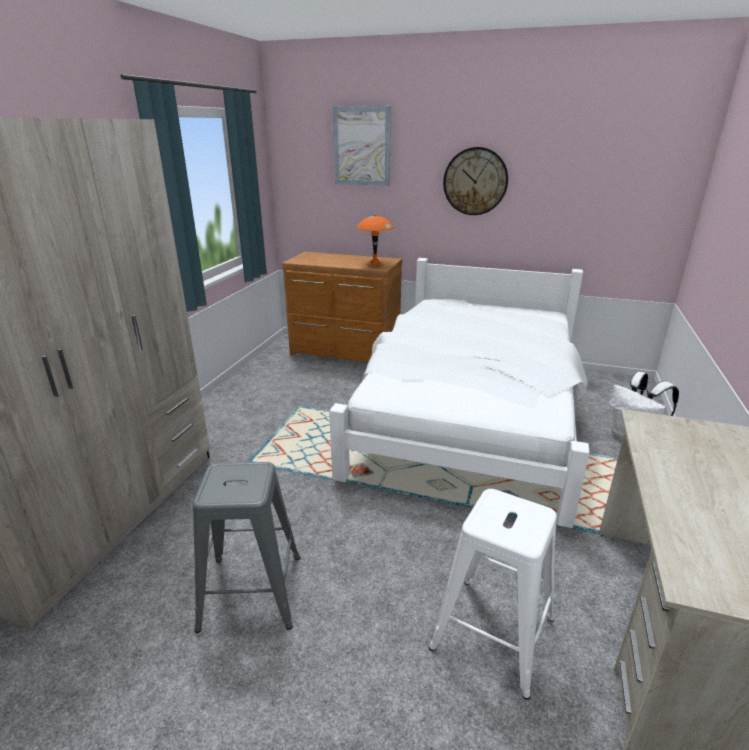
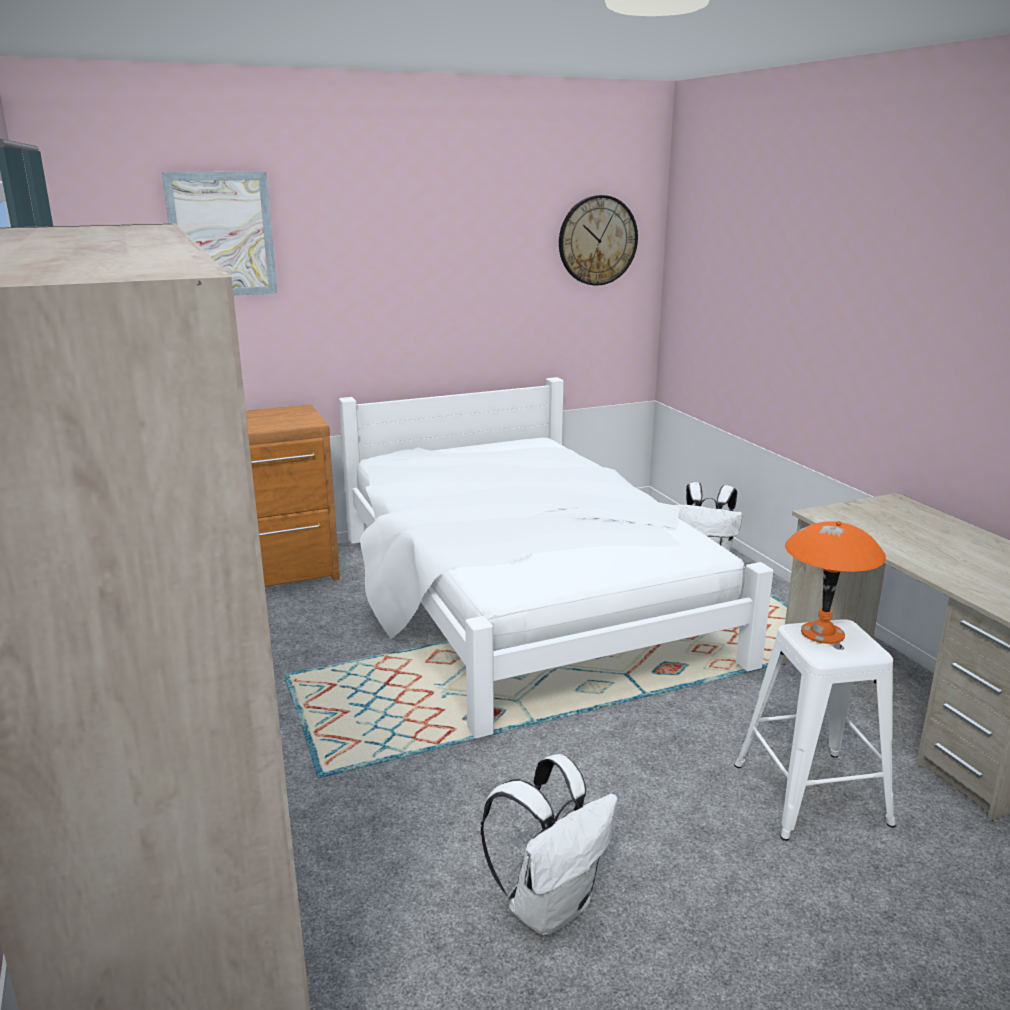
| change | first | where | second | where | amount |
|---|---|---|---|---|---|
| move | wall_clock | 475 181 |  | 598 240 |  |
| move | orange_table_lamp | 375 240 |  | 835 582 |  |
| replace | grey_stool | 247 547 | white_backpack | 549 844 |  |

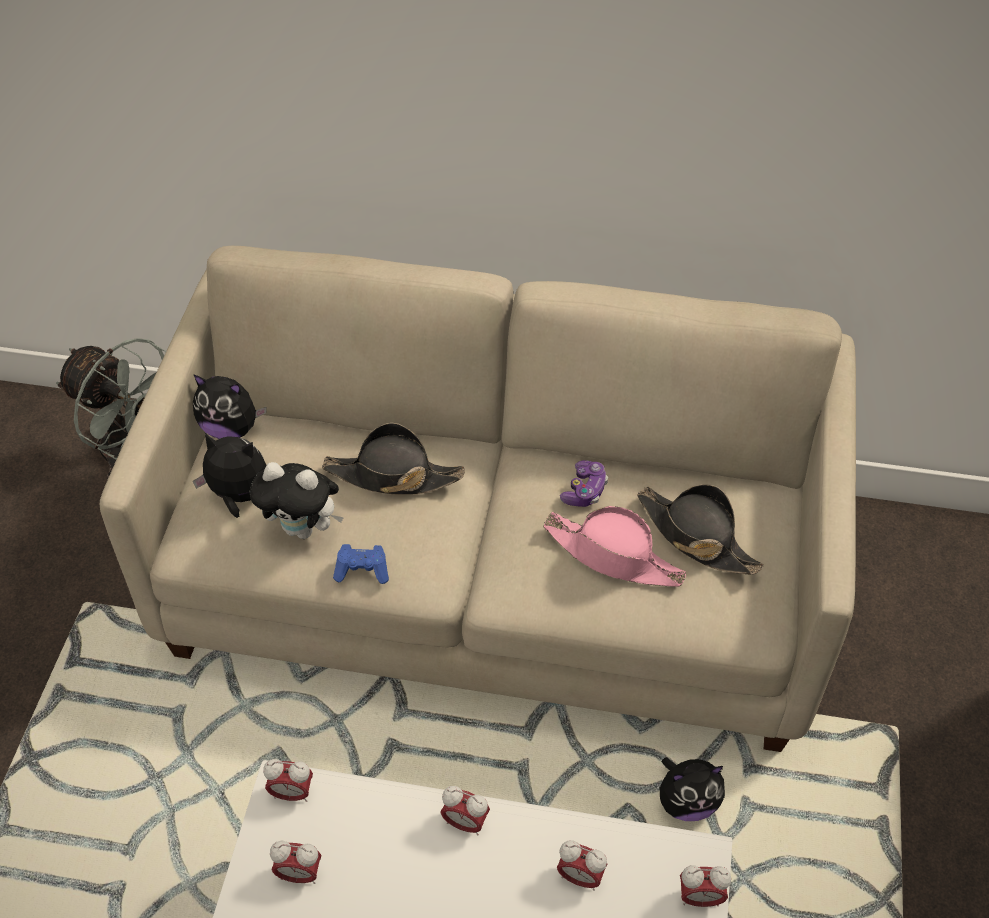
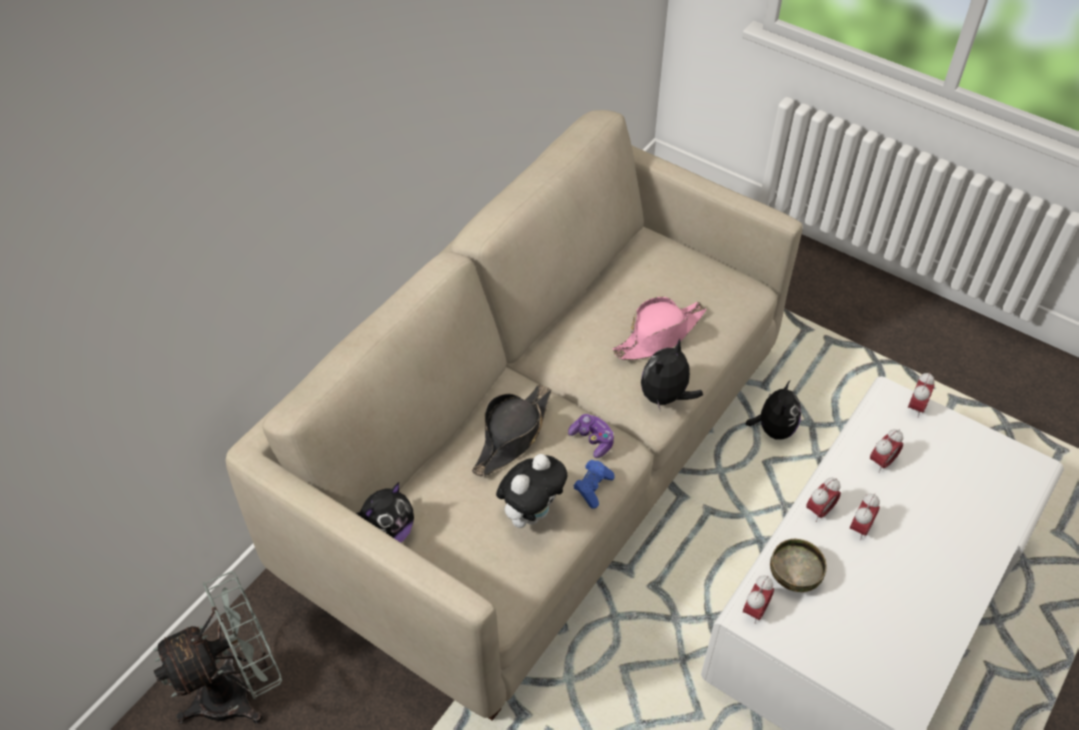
| change | first | where | second | where | amount |
|---|---|---|---|---|---|
| move | plush_toy | 230 475 |  | 672 373 |  |
| move | game_controller | 584 483 |  | 591 436 |  |
| delete | black_hat | 700 529 |  |  |  |
| move | alarm_clock | 295 862 |  | 865 516 |  |
| insert |  |  | bowl | 798 565 |  |

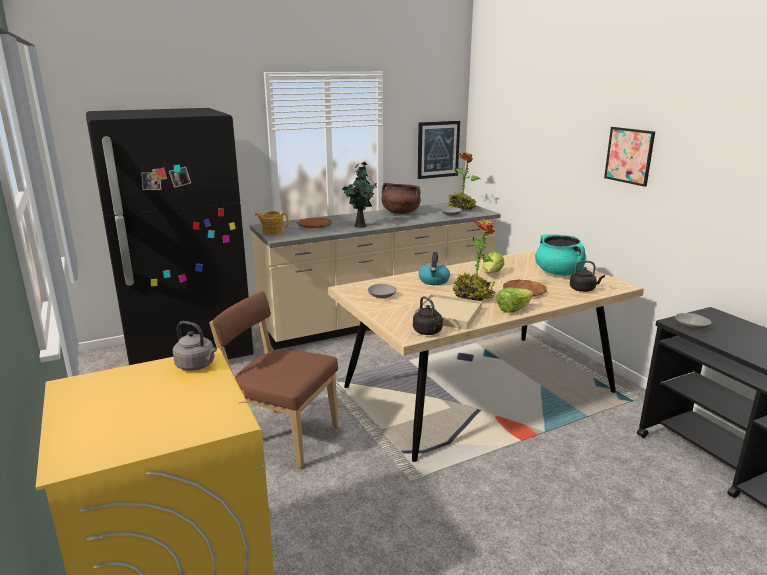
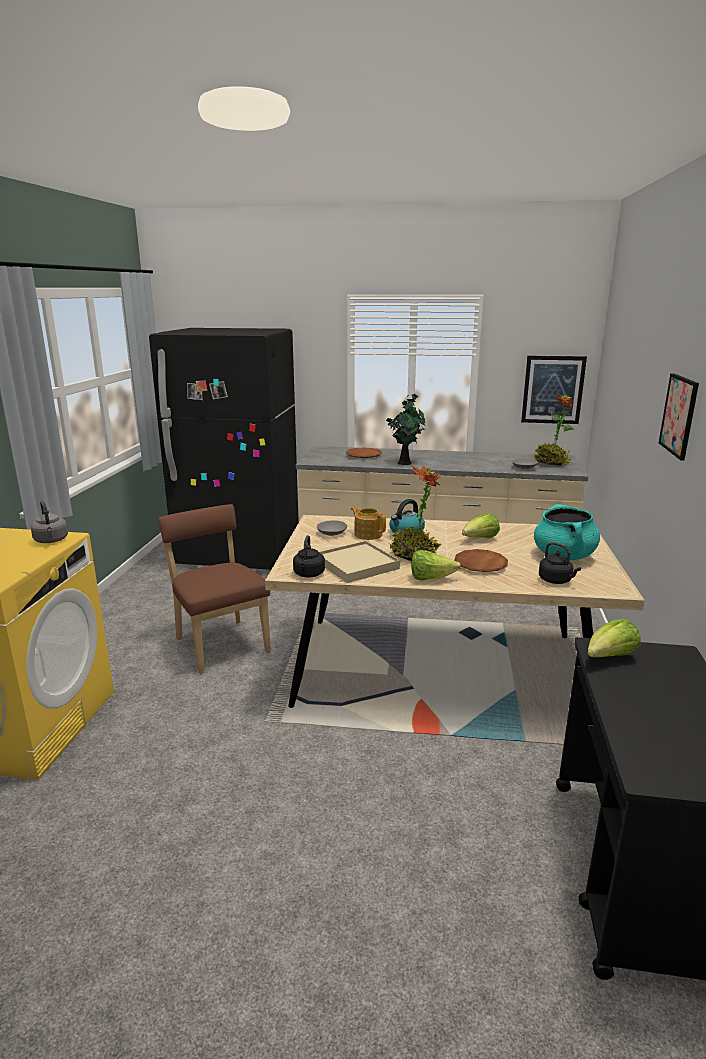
| change | first | where | second | where | amount |
|---|---|---|---|---|---|
| delete | brown_cooking_pot | 401 198 |  |  |  |
| move | teapot | 272 223 |  | 368 523 |  |
| replace | grey_bowl | 693 321 | lettuce | 614 638 |  |

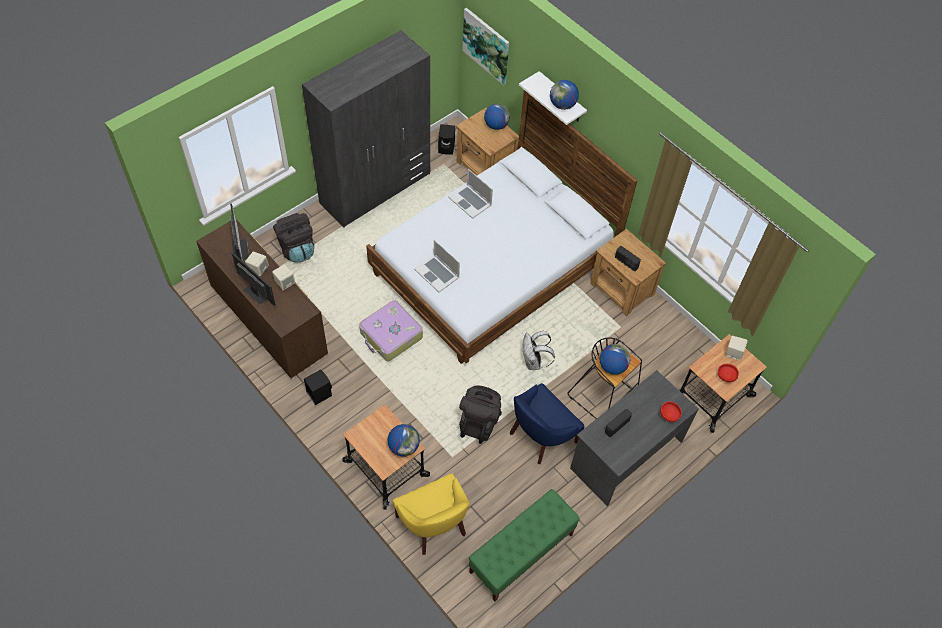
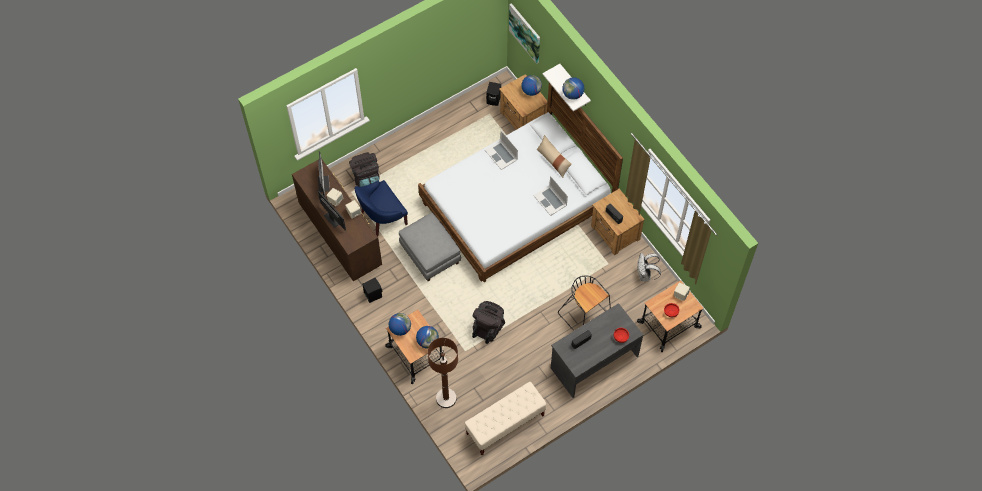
| change | first | where | second | where | amount |
|---|---|---|---|---|---|
| delete | grey_wardrobe | 366 129 |  |  |  |
| move | laptop | 437 266 |  | 550 196 |  |
| replace | suitcase | 391 330 | grey_ottoman | 430 247 |  |
| move | white_backpack | 539 350 |  | 649 267 |  |
| move | globe | 614 359 |  | 400 324 |  |
| move | blue_armchair | 547 423 |  | 381 208 |  |
| replace | yellow_armchair | 431 514 | brown_floor_lamp | 443 373 |  |
| recolor | green_bench | 524 545 | beige_bench | 505 418 |  |
| insert |  |  | beige_pillow | 554 156 |  |

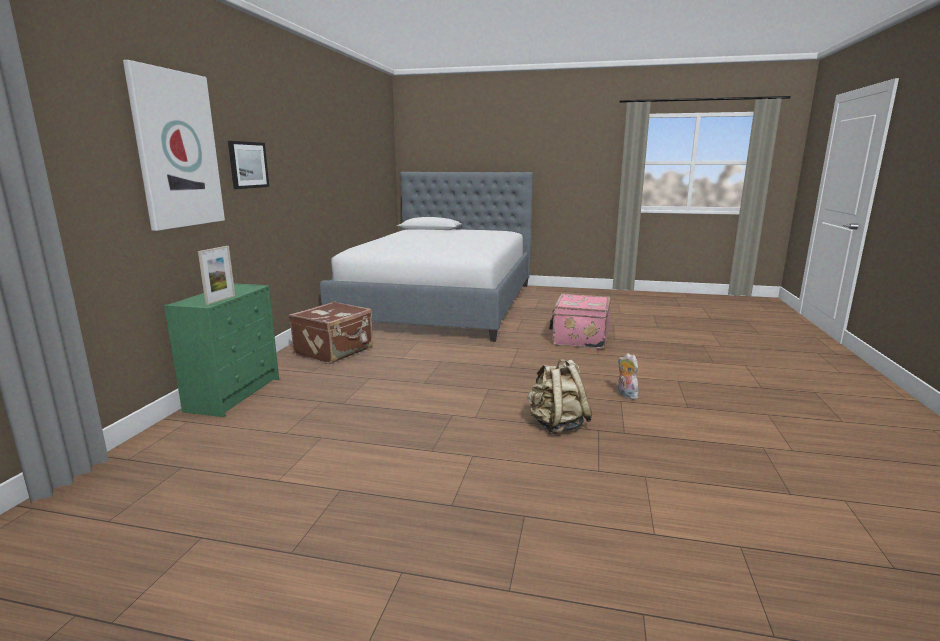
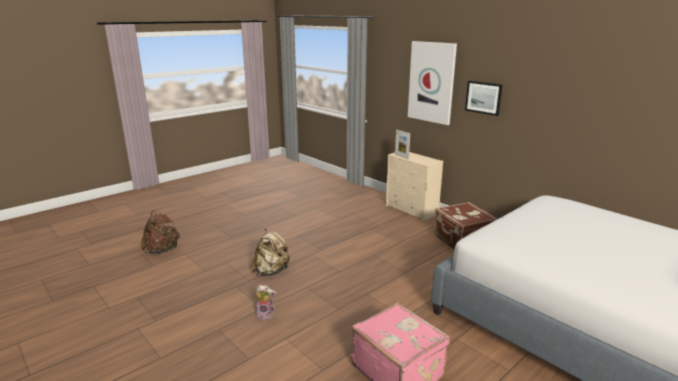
| change | first | where | second | where | amount |
|---|---|---|---|---|---|
| recolor | green_dresser | 221 350 | beige_dresser | 414 186 |  |
| insert |  |  | brown_backpack | 160 232 |  |

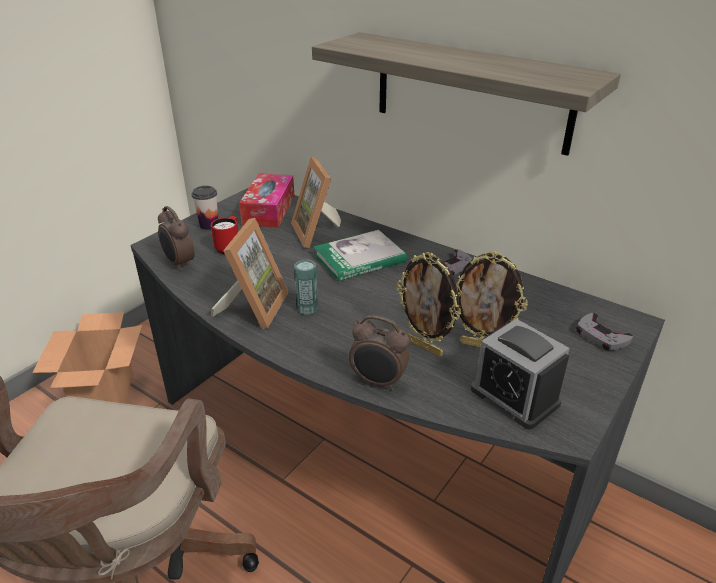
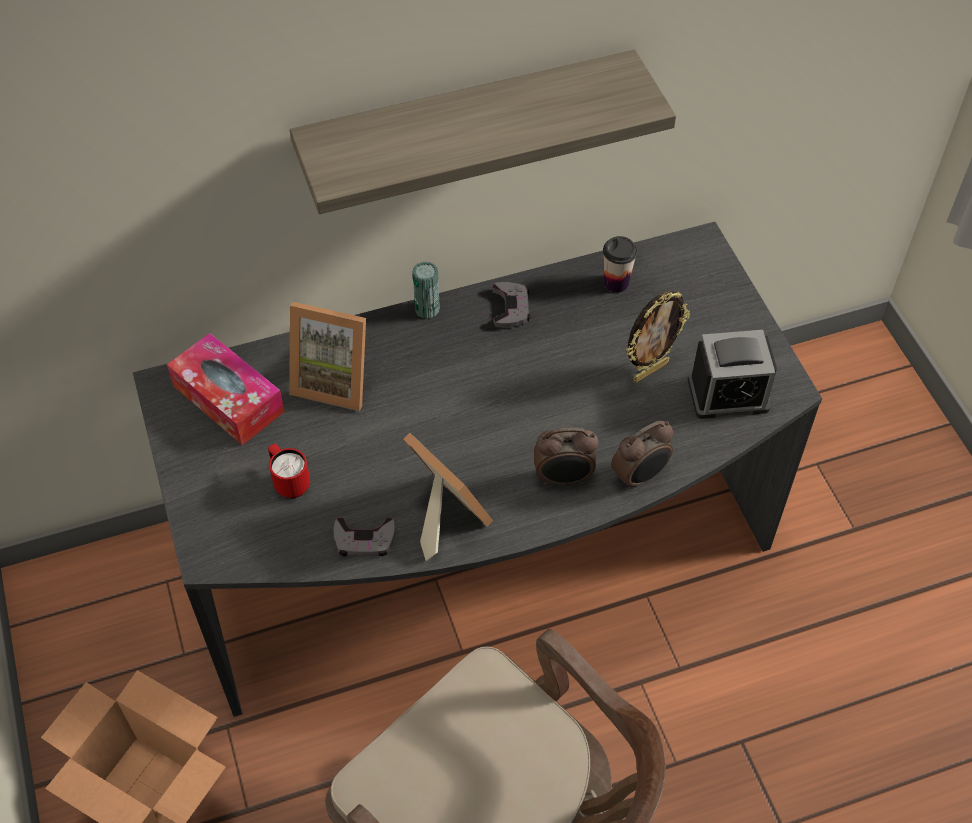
| change | first | where | second | where | amount |
|---|---|---|---|---|---|
| move | cup | 205 208 |  | 620 264 |  |
| move | alarm_clock | 176 238 |  | 566 456 |  |
| delete | book | 360 255 |  |  |  |
| delete | picture_frame | 428 304 |  |  |  |
| move | can | 306 287 |  | 426 290 |  |
| move | grey_game_controller | 604 331 |  | 364 536 |  |

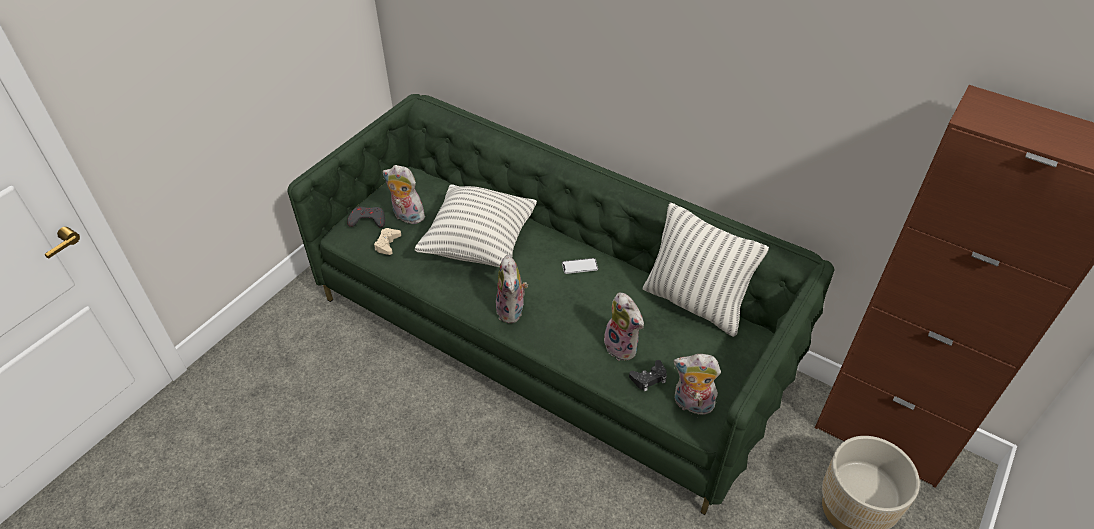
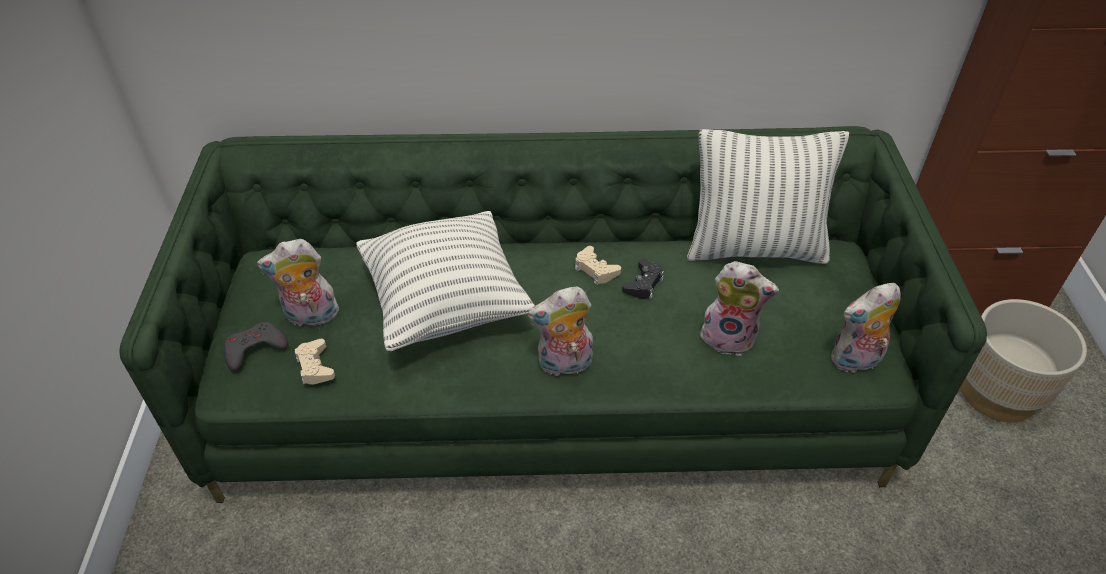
| change | first | where | second | where | amount |
|---|---|---|---|---|---|
| rotate | plush_toy | 512 289 |  | 560 331 | 120 degrees clockwise |
| replace | phone | 580 266 | beige_game_controller | 598 265 |  |
| move | black_game_controller | 648 376 |  | 643 279 |  |

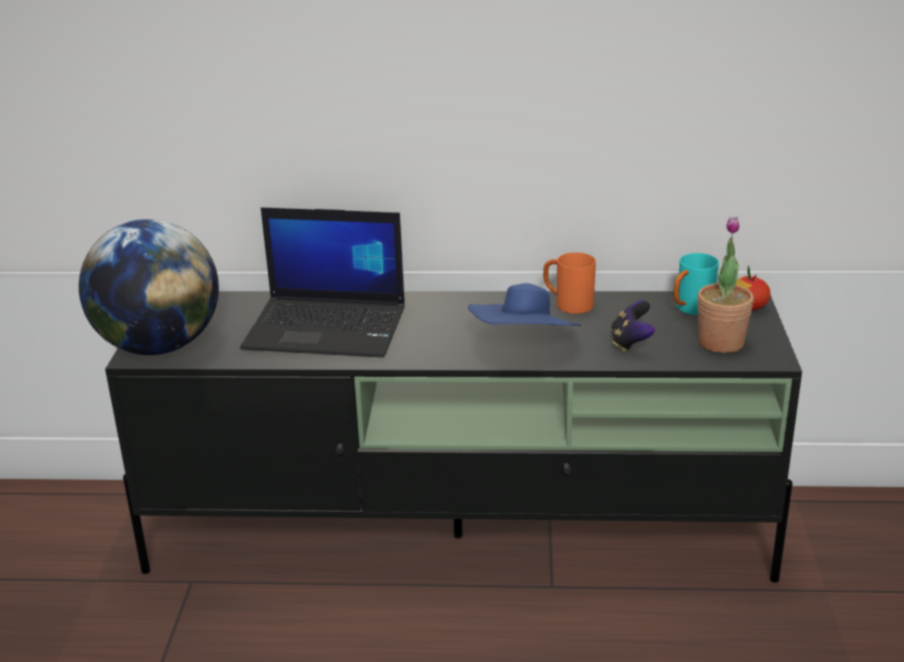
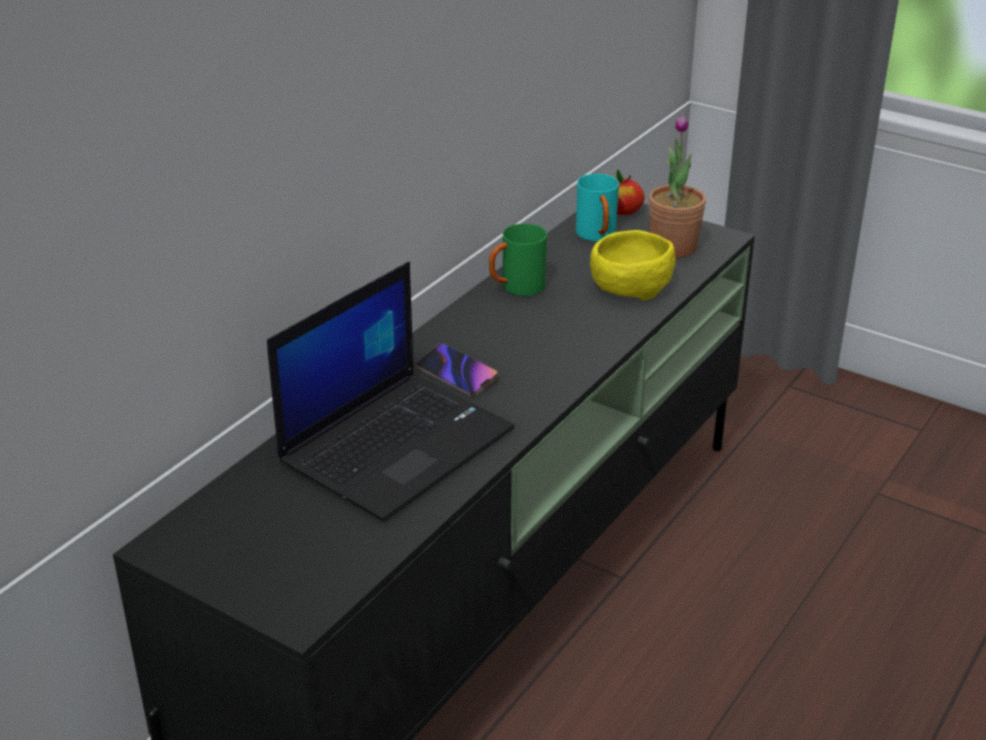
| change | first | where | second | where | amount |
|---|---|---|---|---|---|
| delete | globe | 149 287 |  |  |  |
| recolor | orange_mug | 569 283 | green_mug | 518 260 |  |
| delete | blue_hat | 524 305 |  |  |  |
| replace | game_controller | 633 326 | yellow_bowl | 633 265 |  |
| insert |  |  | phone | 456 370 |  |

